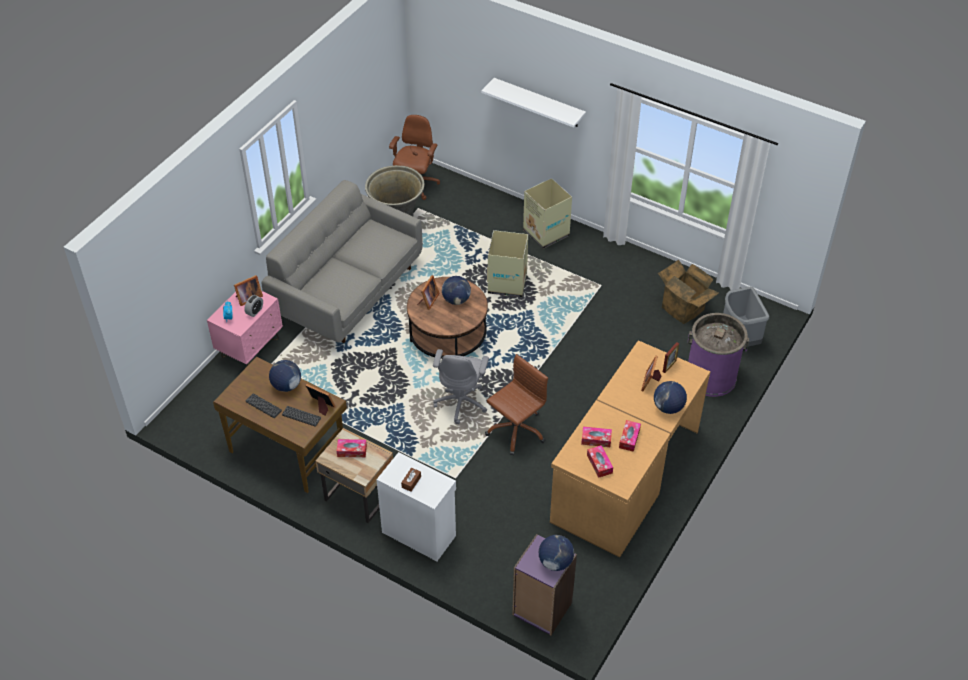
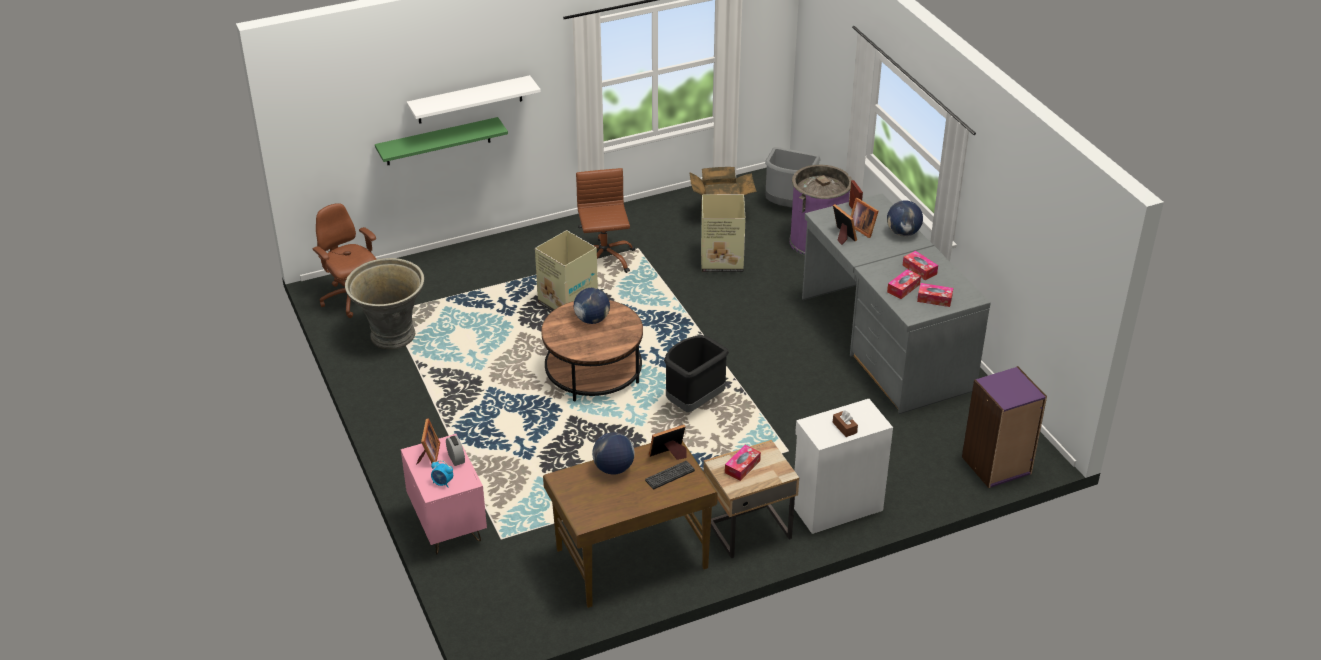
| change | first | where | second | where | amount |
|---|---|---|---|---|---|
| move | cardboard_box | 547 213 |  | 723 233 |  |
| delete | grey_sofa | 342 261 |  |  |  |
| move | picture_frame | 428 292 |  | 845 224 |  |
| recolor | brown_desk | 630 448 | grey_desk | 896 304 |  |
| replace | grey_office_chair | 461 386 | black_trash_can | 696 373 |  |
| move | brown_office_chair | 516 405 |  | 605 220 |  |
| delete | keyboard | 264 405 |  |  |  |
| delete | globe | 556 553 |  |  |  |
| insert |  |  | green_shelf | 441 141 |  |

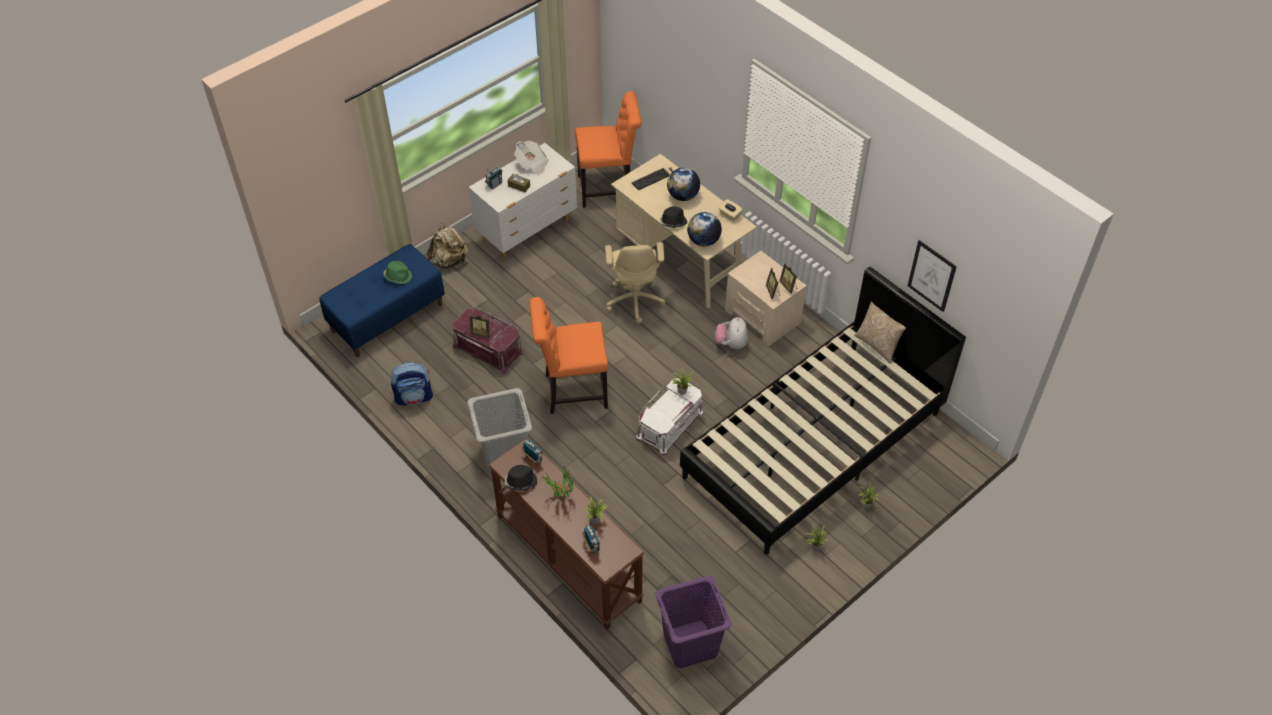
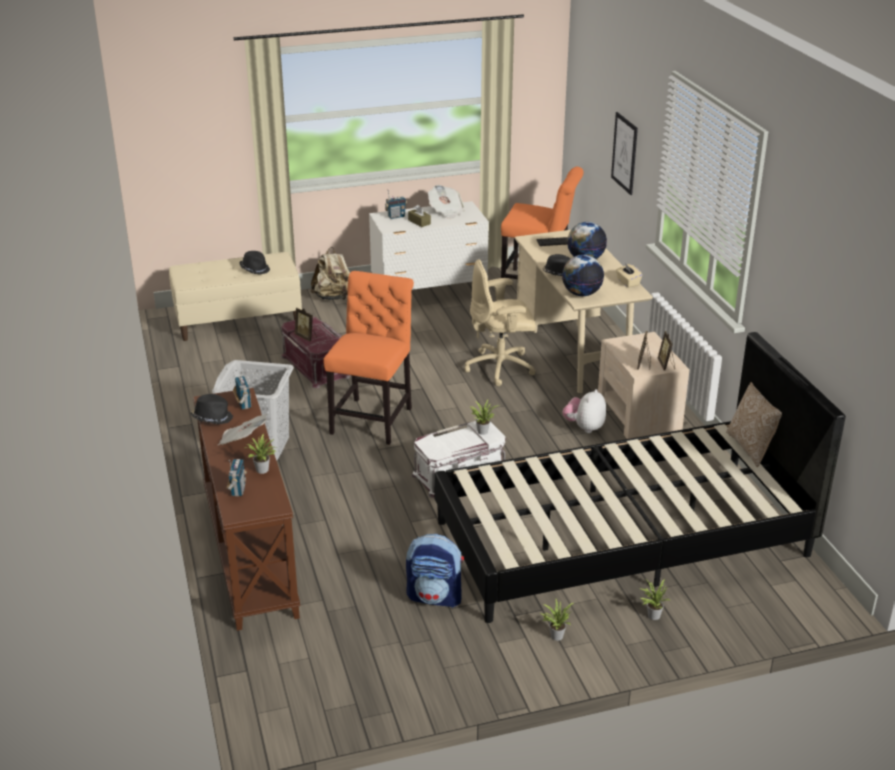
| change | first | where | second | where | amount |
|---|---|---|---|---|---|
| move | picture | 932 276 |  | 624 153 |  |
| rotate | beige_office_chair | 635 282 |  | 500 322 | 60 degrees clockwise |
| recolor | blue_bench | 382 300 | beige_bench | 235 296 |  |
| recolor | green_hat | 397 272 | black_hat | 255 263 |  |
| rotate | orange_chair | 568 355 |  | 368 358 | 90 degrees clockwise |
| move | backpack | 412 383 |  | 435 571 |  |
| replace | potted_plant | 557 482 | newspaper | 242 429 |  |
| delete | purple_laundry_basket | 693 622 |  |  |  |

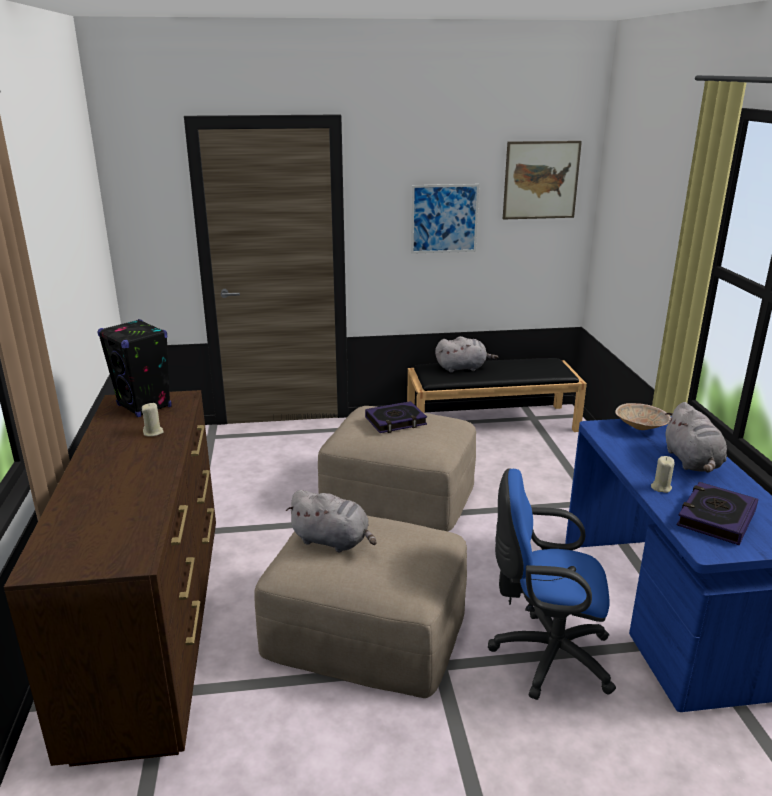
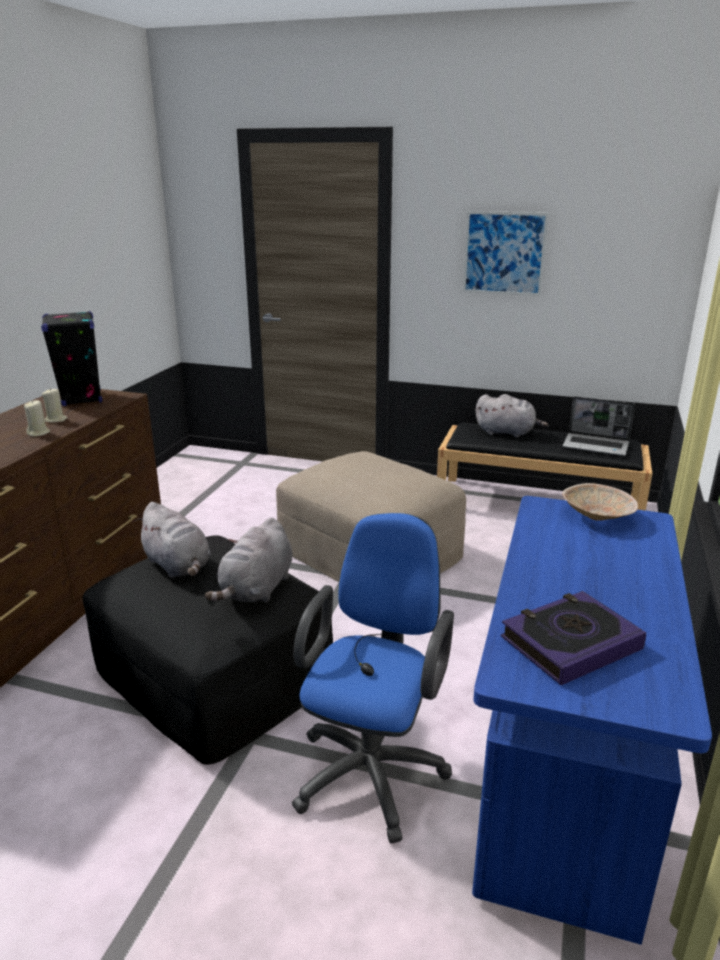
| change | first | where | second | where | amount |
|---|---|---|---|---|---|
| delete | picture | 542 180 |  |  |  |
| delete | book | 396 417 |  |  |  |
| move | grey_plush_toy | 696 437 |  | 249 560 |  |
| move | beige_candle | 663 474 |  | 37 418 |  |
| rotate | blue_office_chair | 552 584 |  | 373 678 | 75 degrees clockwise |
| recolor | beige_ottoman | 360 607 | black_ottoman | 208 650 |  |
| insert |  |  | laptop | 598 426 |  |

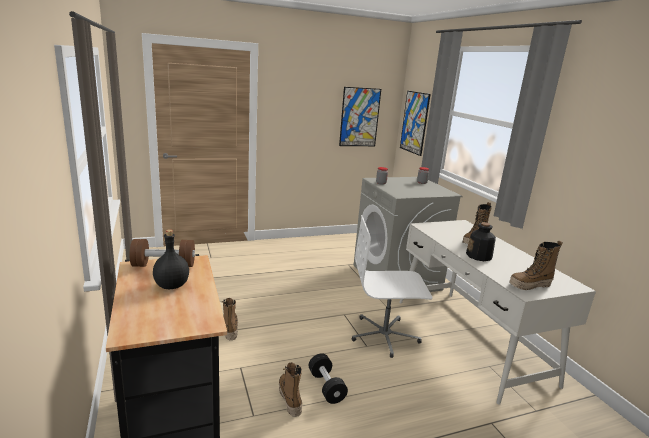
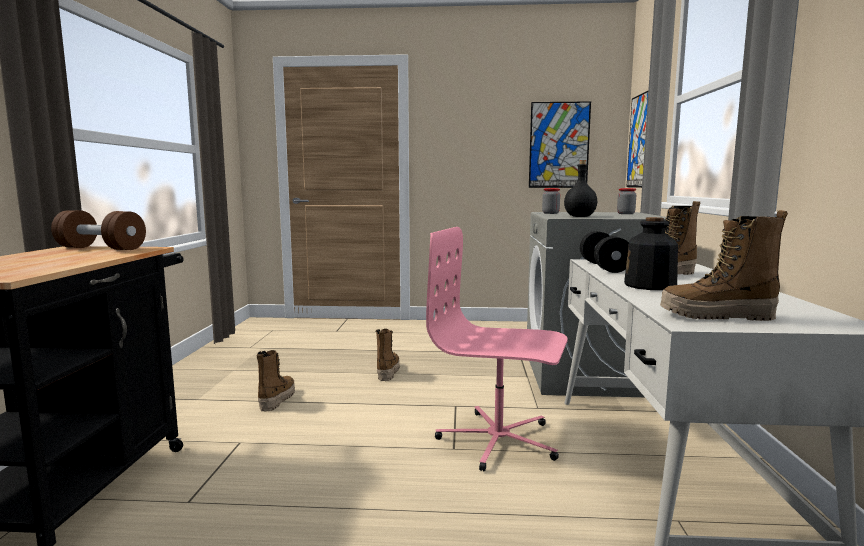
| change | first | where | second | where | amount |
|---|---|---|---|---|---|
| recolor | white_office_chair | 392 286 | pink_office_chair | 497 349 |  |
| move | black_bottle | 171 259 |  | 580 188 |  |
| move | black_dumbbell | 328 378 |  | 604 252 |  |
| move | boot | 290 389 |  | 388 355 |  |

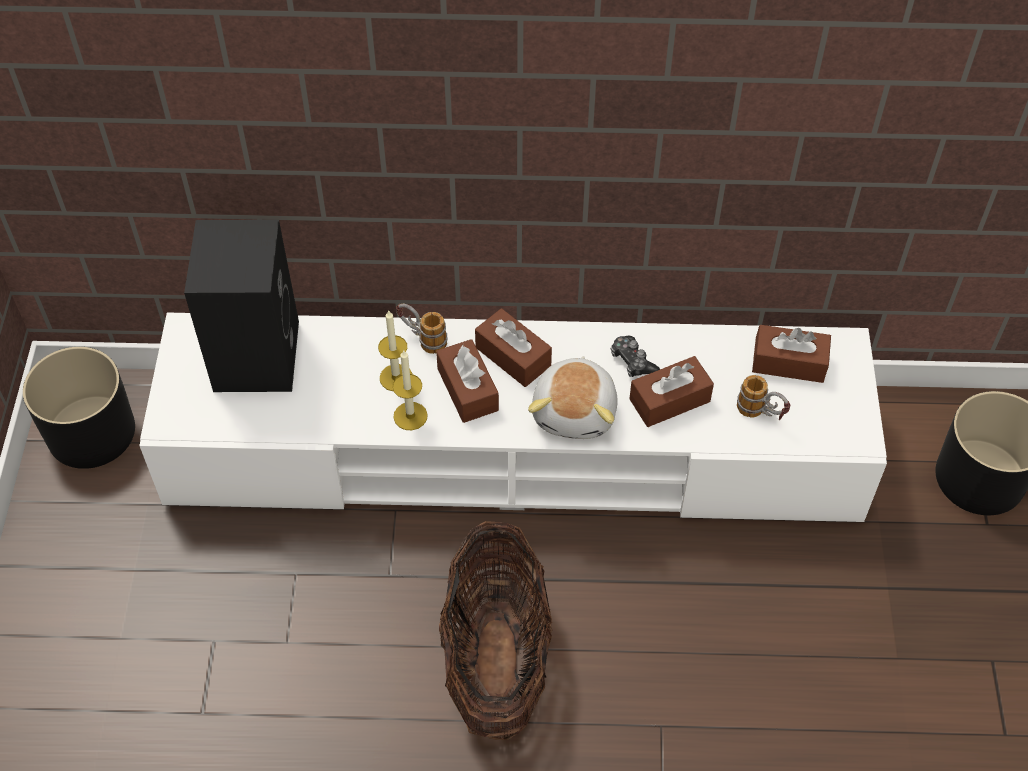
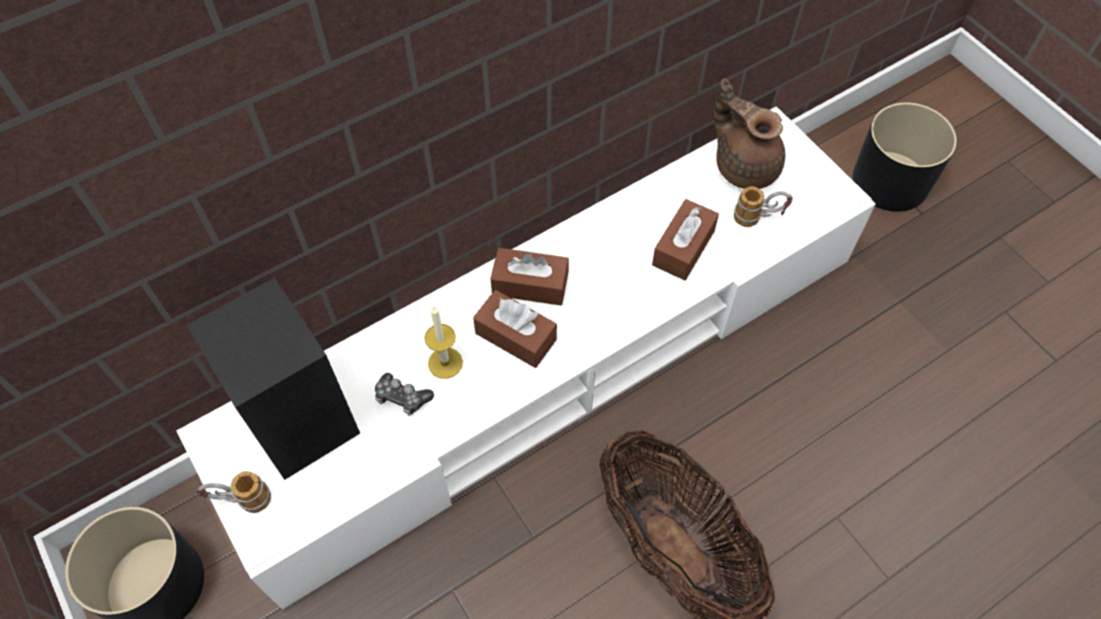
| change | first | where | second | where | amount |
|---|---|---|---|---|---|
| move | mug | 422 329 |  | 233 492 |  |
| replace | brown_tissue_box | 791 354 | brown_teapot | 749 133 |  |
| move | game_controller | 635 356 |  | 404 394 |  |
| delete | candle | 410 390 |  |  |  |
| delete | plush_toy | 573 397 |  |  |  |

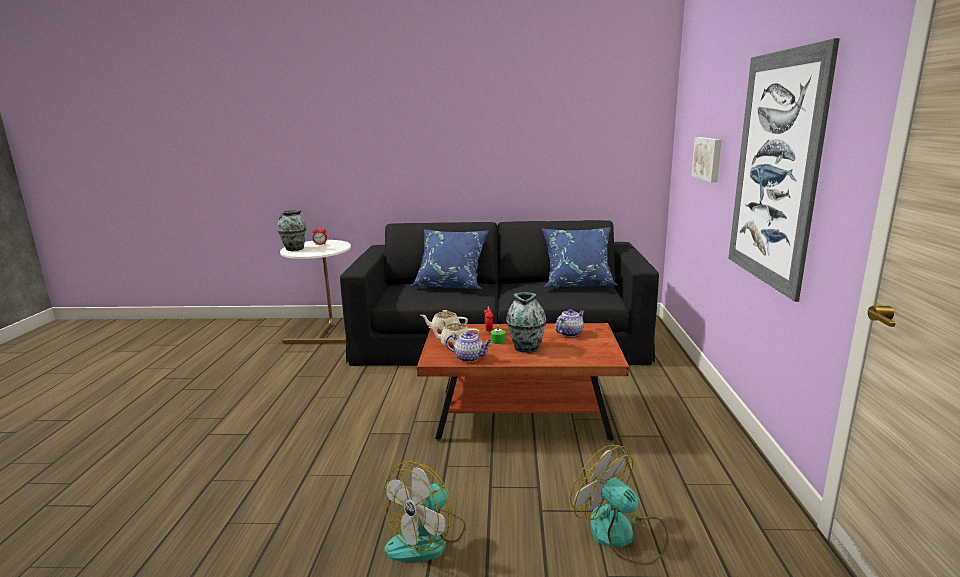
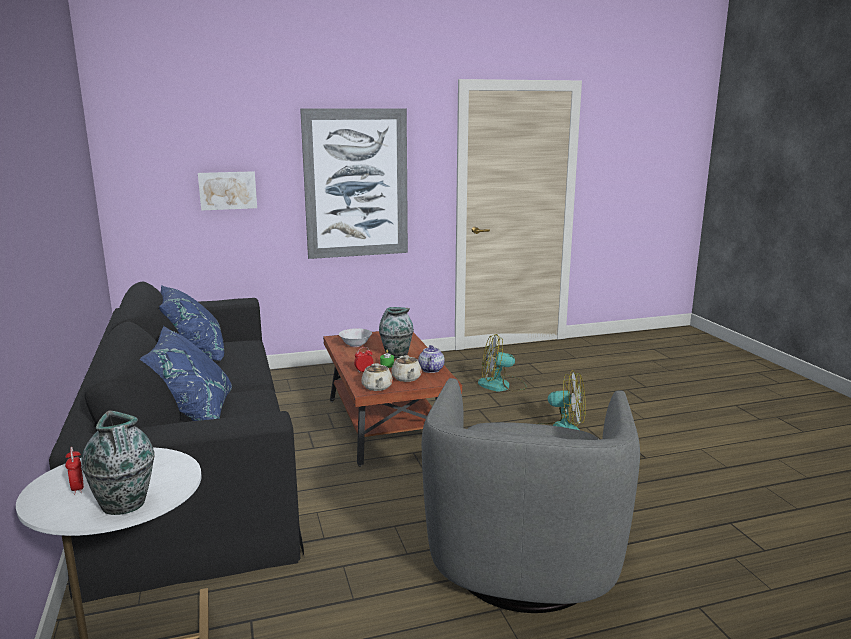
| change | first | where | second | where | amount |
|---|---|---|---|---|---|
| replace | teapot | 570 323 | white_bowl | 355 337 |  |
| rotate | fan | 619 505 |  | 502 363 | 60 degrees clockwise |
| insert |  |  | grey_armchair | 531 495 |  |

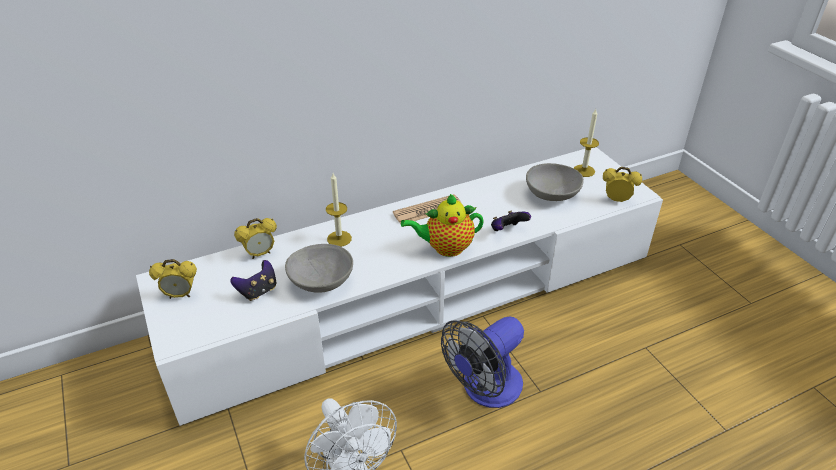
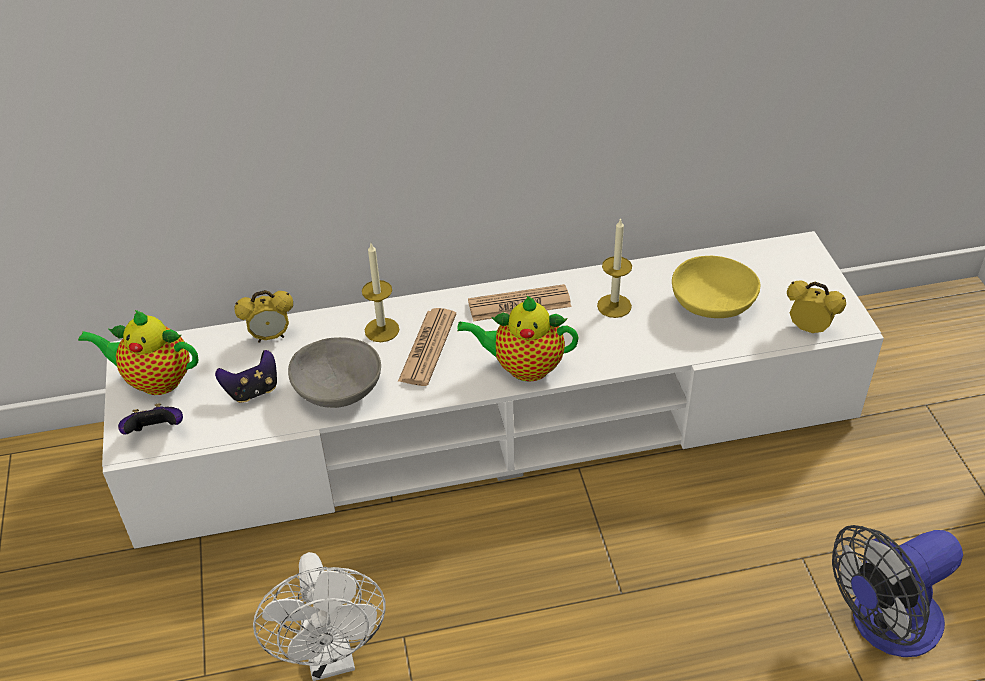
| change | first | where | second | where | amount |
|---|---|---|---|---|---|
| move | candle | 586 143 |  | 614 268 |  |
| recolor | grey_bowl | 555 182 | yellow_bowl | 716 287 |  |
| move | game_controller | 511 220 |  | 150 419 |  |
| replace | alarm_clock | 173 279 | teapot | 138 352 |  |
| move | fan | 482 362 |  | 897 591 |  |
| insert |  |  | newspaper | 427 347 |  |

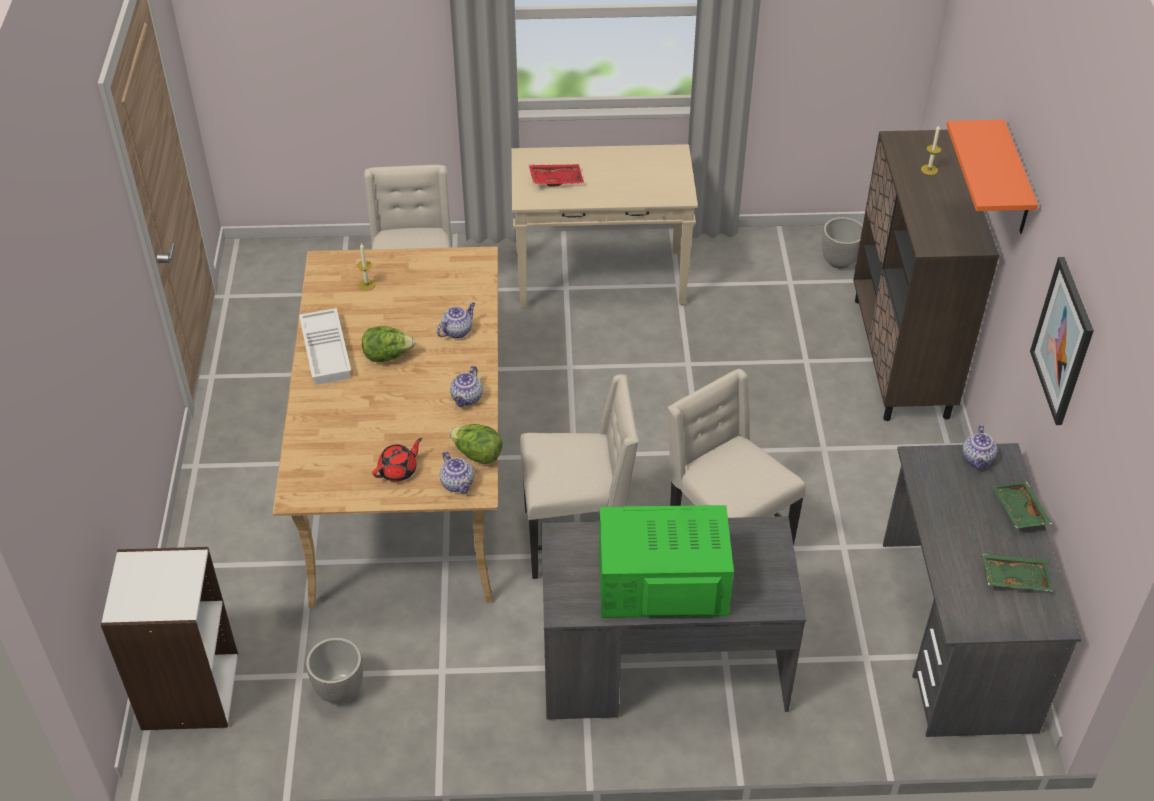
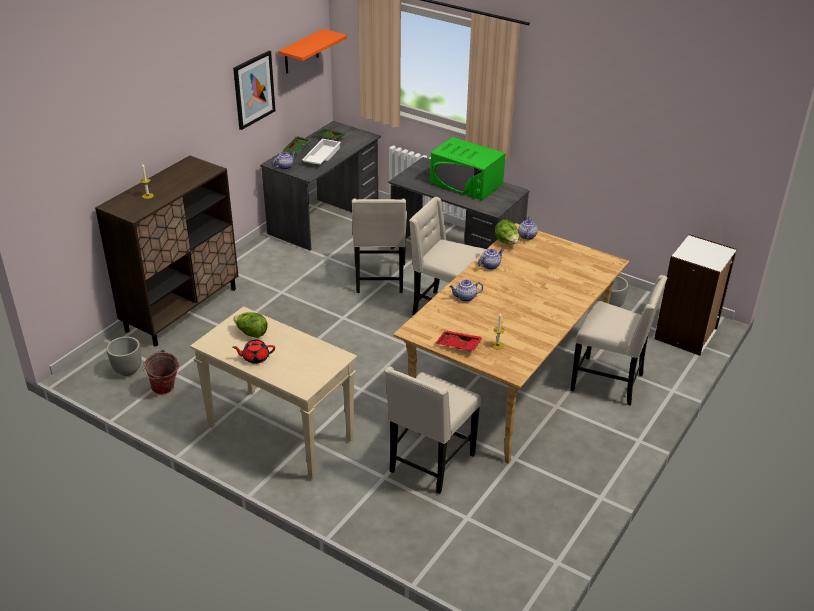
| change | first | where | second | where | amount |
|---|---|---|---|---|---|
| move | orange_shelf | 992 176 |  | 312 51 |  |
| move | red_tray | 556 175 |  | 459 341 |  |
| move | white_tray | 325 346 |  | 321 152 |  |
| move | lettuce | 389 344 |  | 250 325 |  |
| move | red_teapot | 397 459 |  | 253 352 |  |
| insert |  |  | beige_chair | 619 340 |  |
| insert |  |  | bucket | 161 372 |  |

